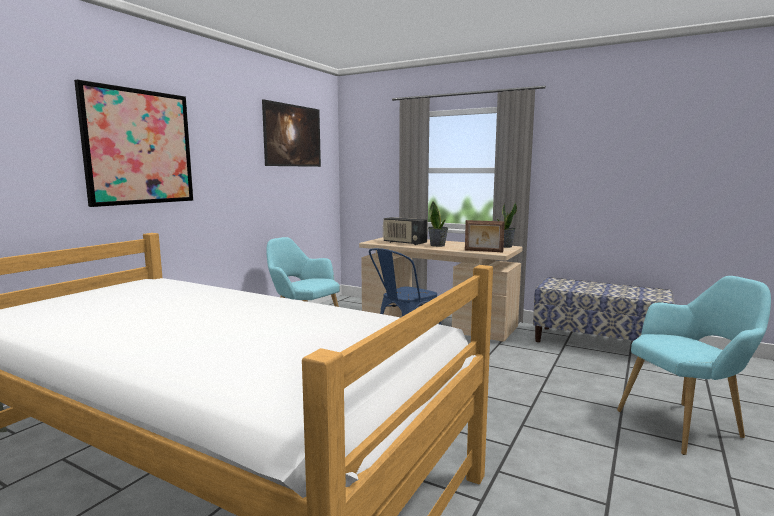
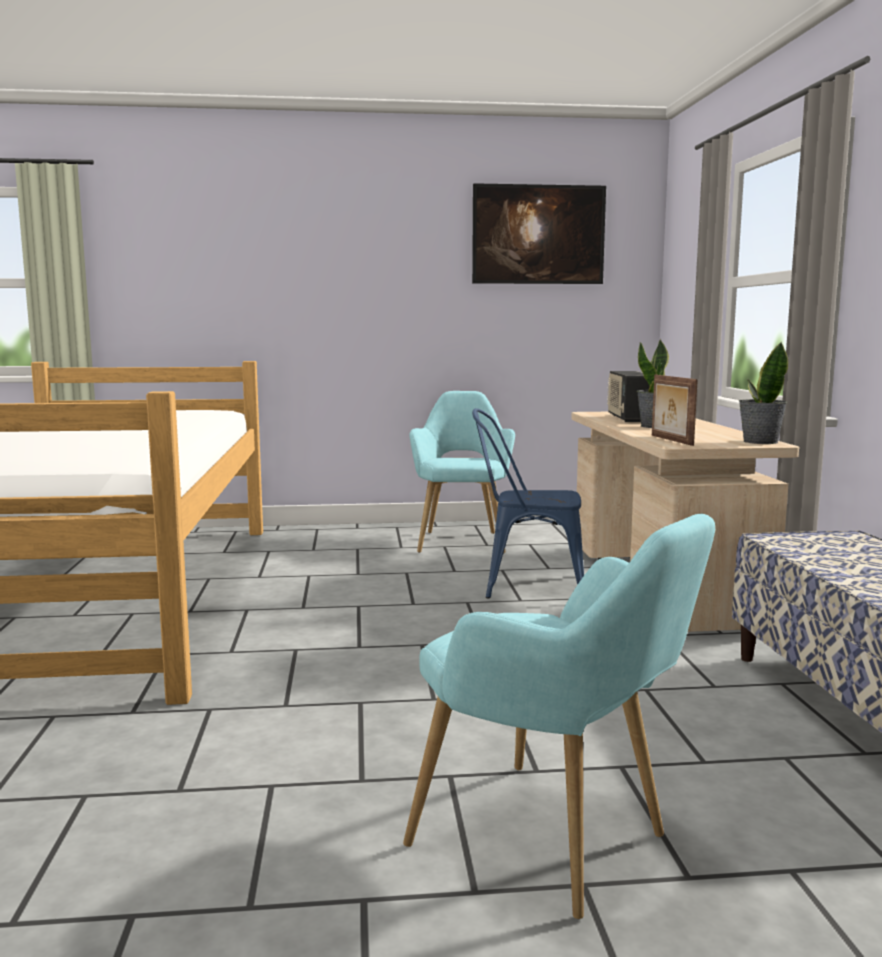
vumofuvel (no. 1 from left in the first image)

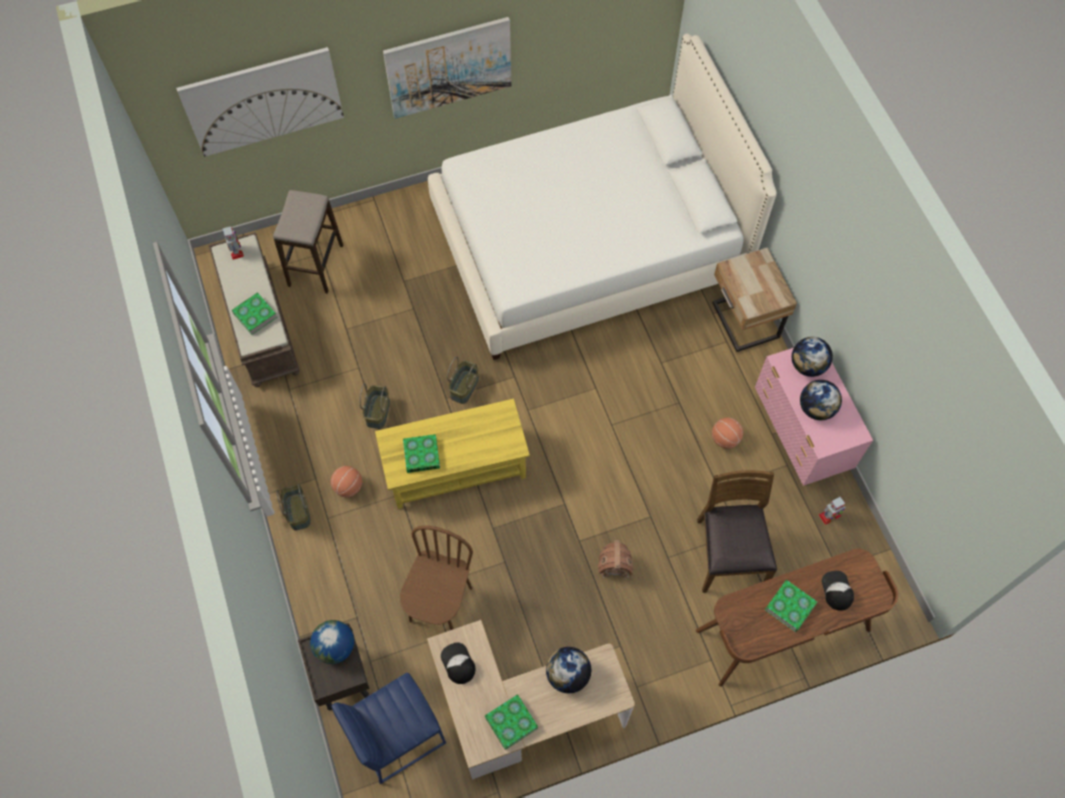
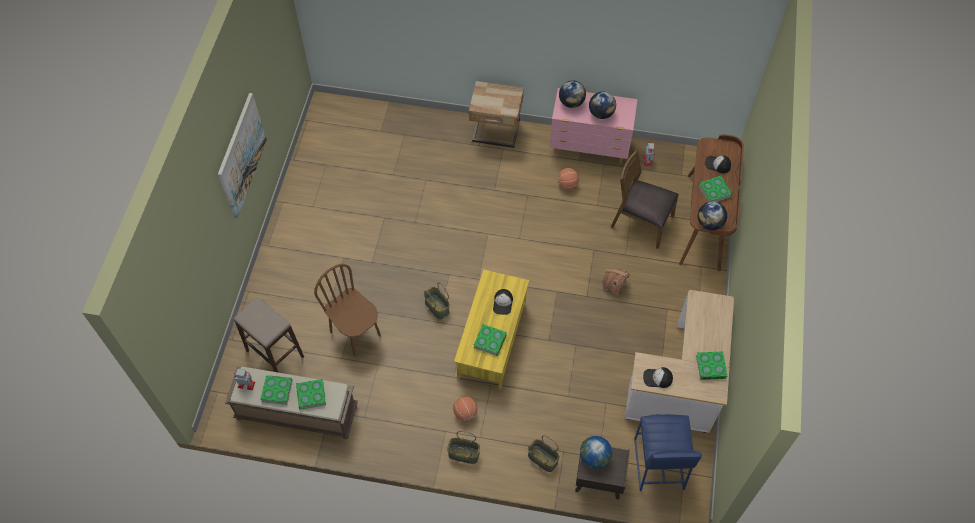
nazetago (no. 1 from left); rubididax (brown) (no. 1 from left); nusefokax (no. 1 from left); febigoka (no. 3 from left); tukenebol (no. 4 from left); vumofuvel (no. 1 from left in the first image); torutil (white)

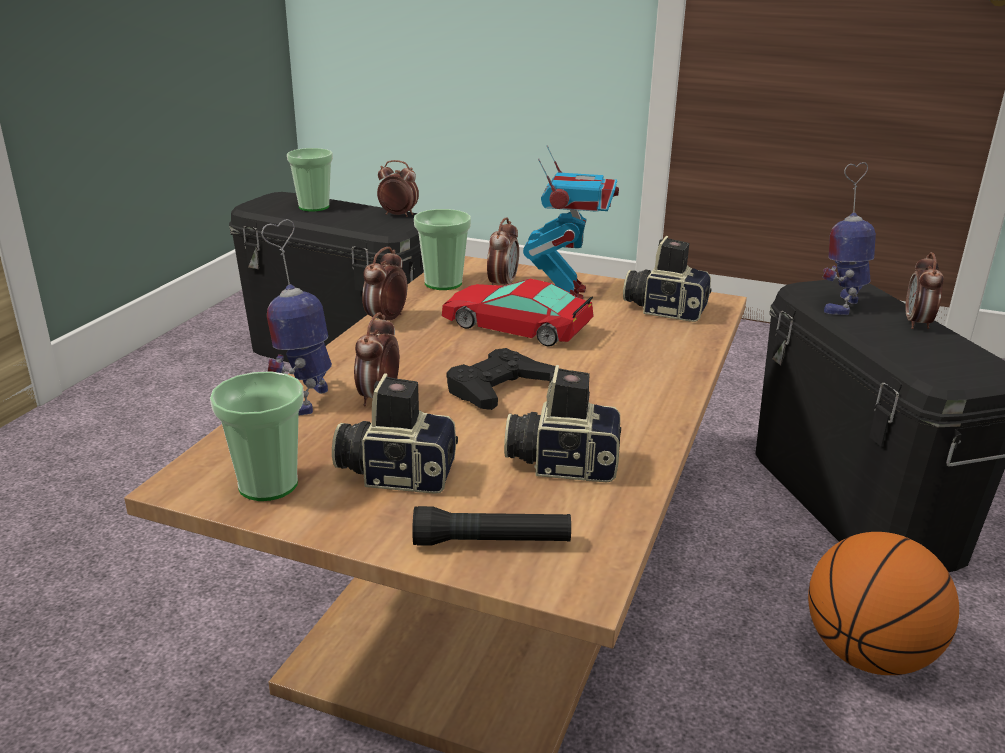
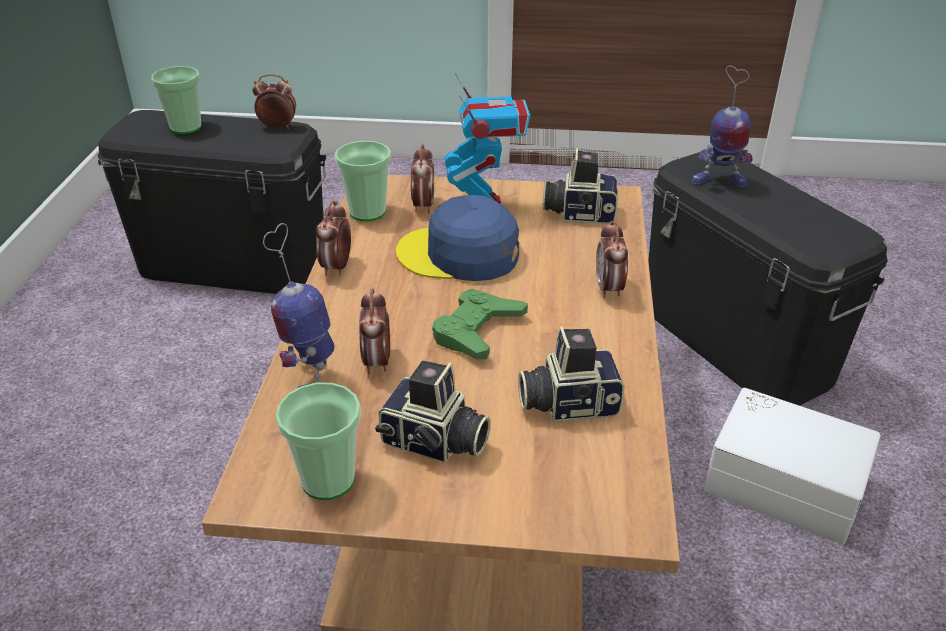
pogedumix (no. 1 from left); nusefokax (blue); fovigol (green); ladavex (no. 5 from left); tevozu (no. 3 from left); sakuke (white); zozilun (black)

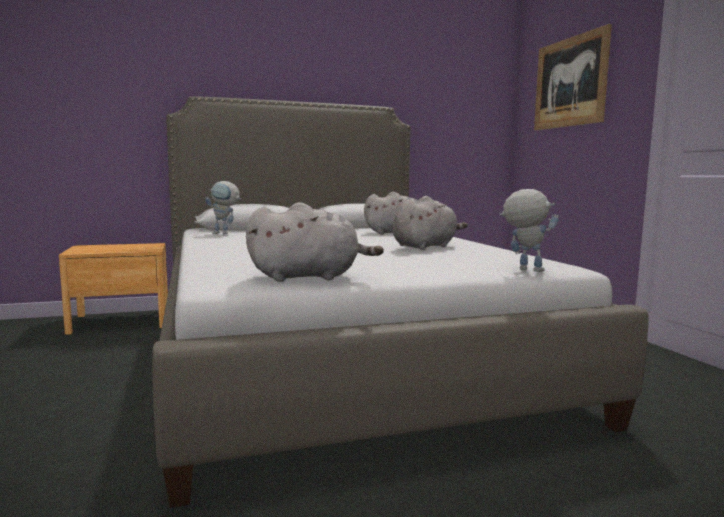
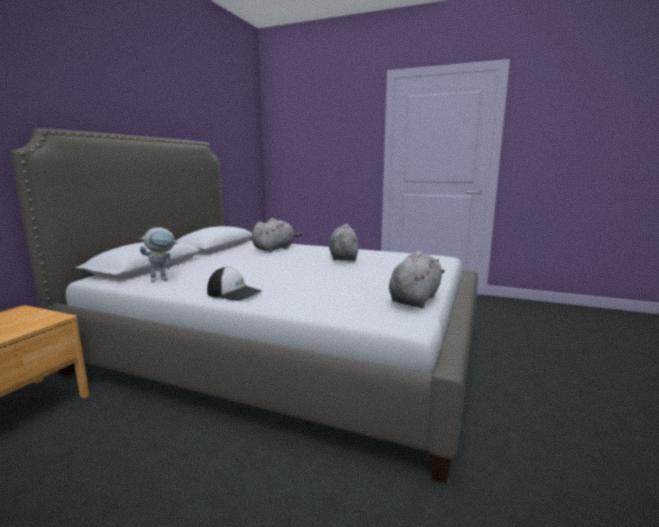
nusefokax; tevozu (no. 2 from left in the first image); vumofuvel

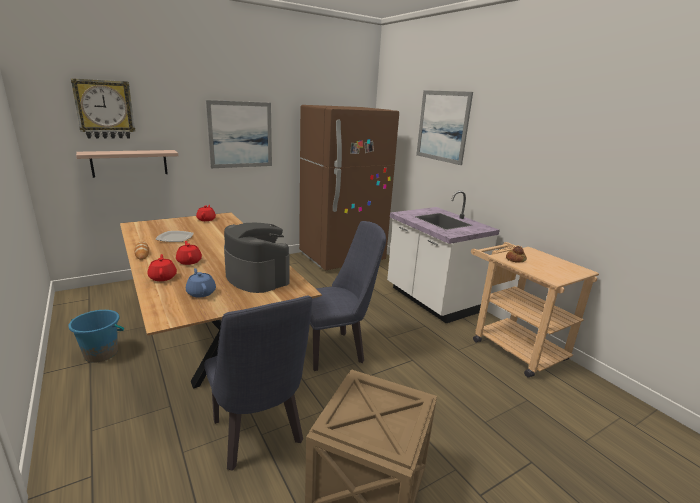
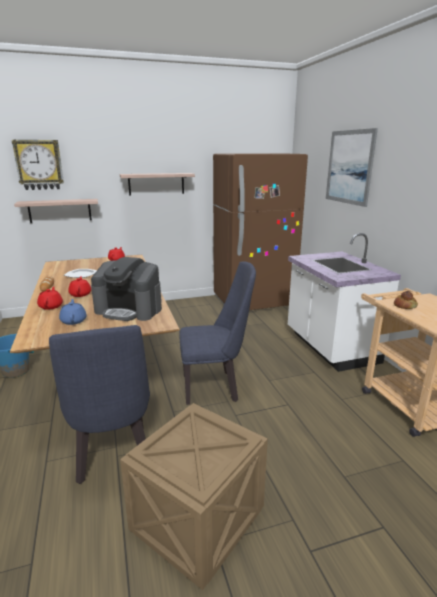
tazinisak; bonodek (no. 2 from left)

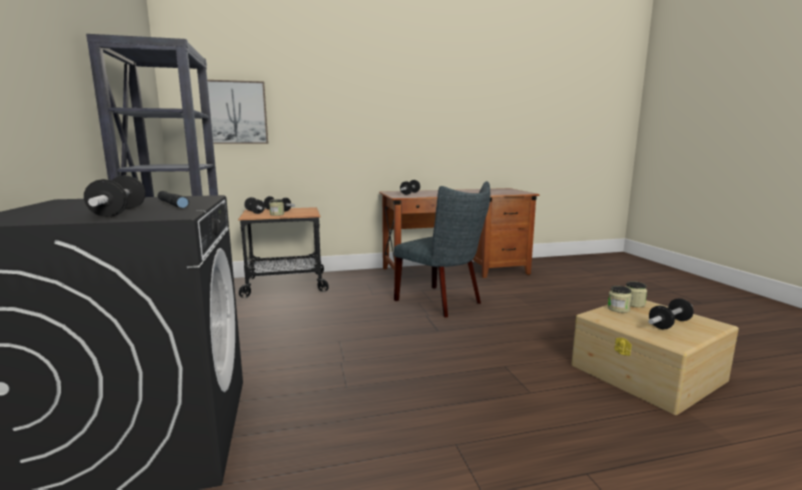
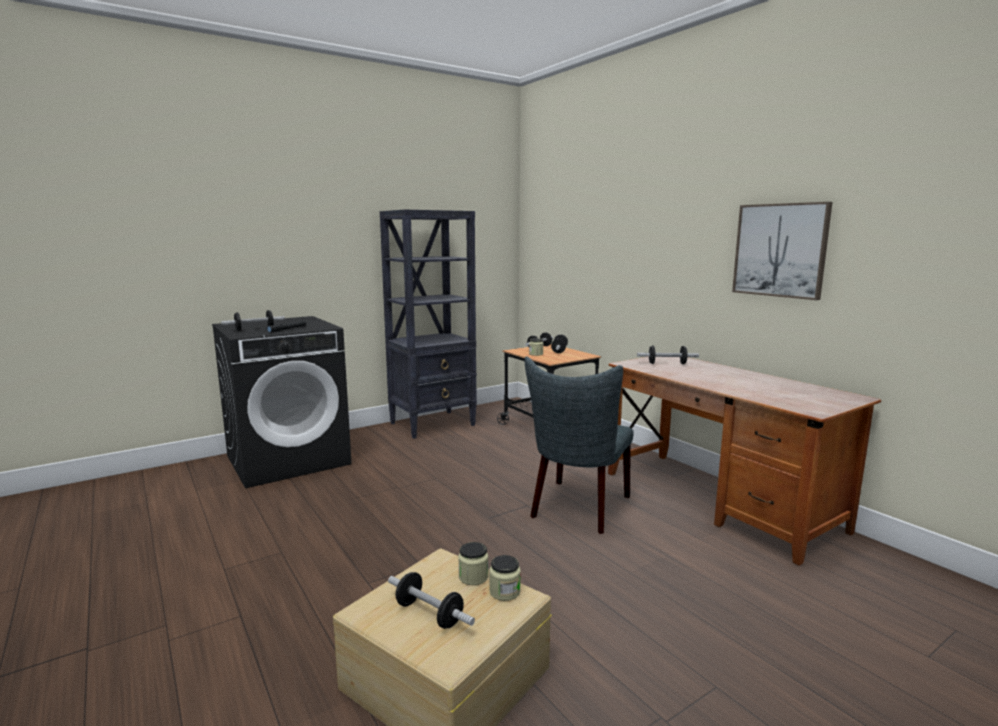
vumofuvel

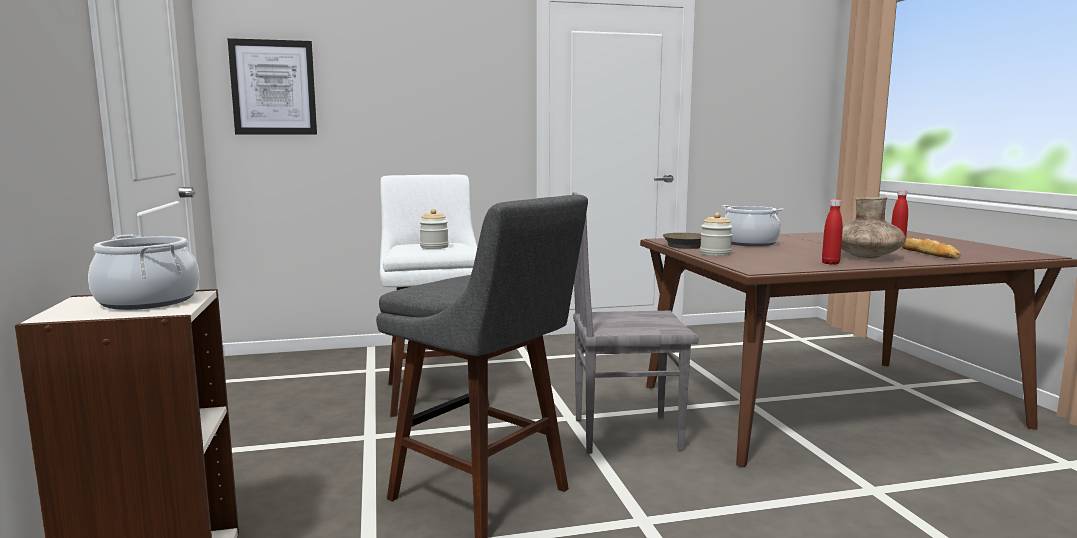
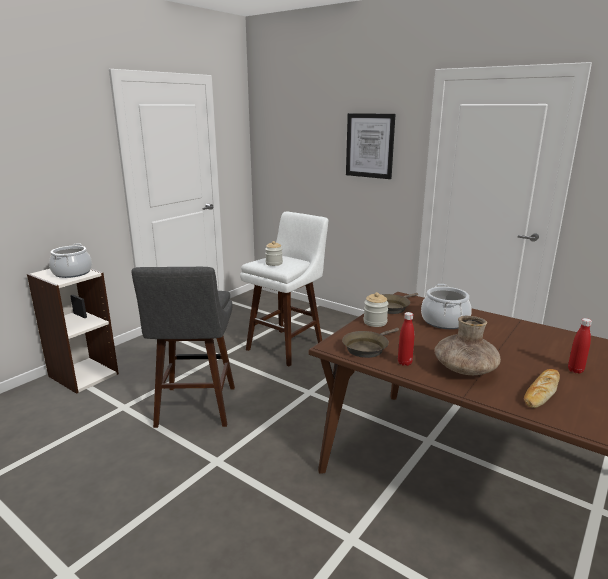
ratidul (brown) (no. 1 from left); vumofuvel; rubididax (grey)

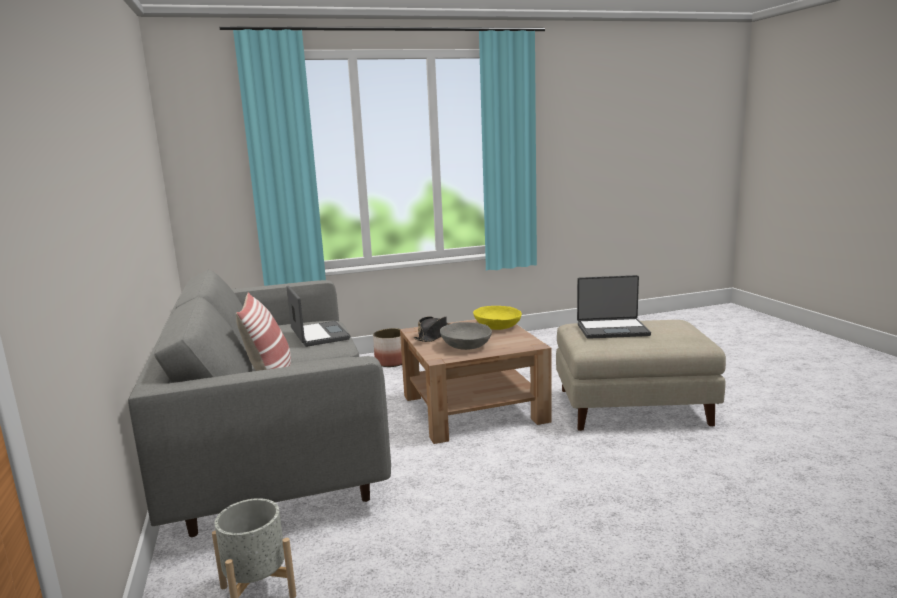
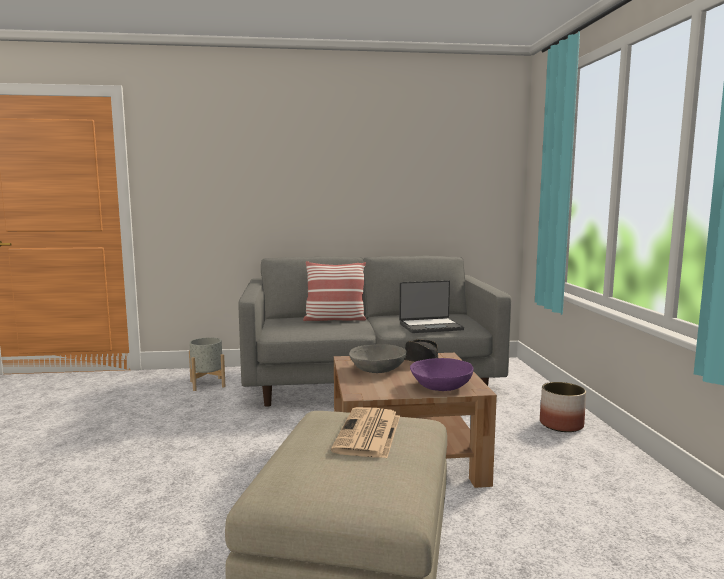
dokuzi; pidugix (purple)

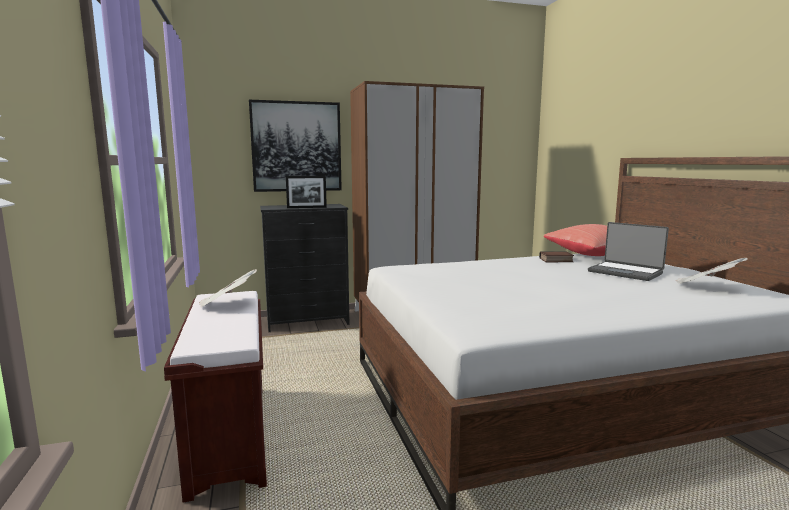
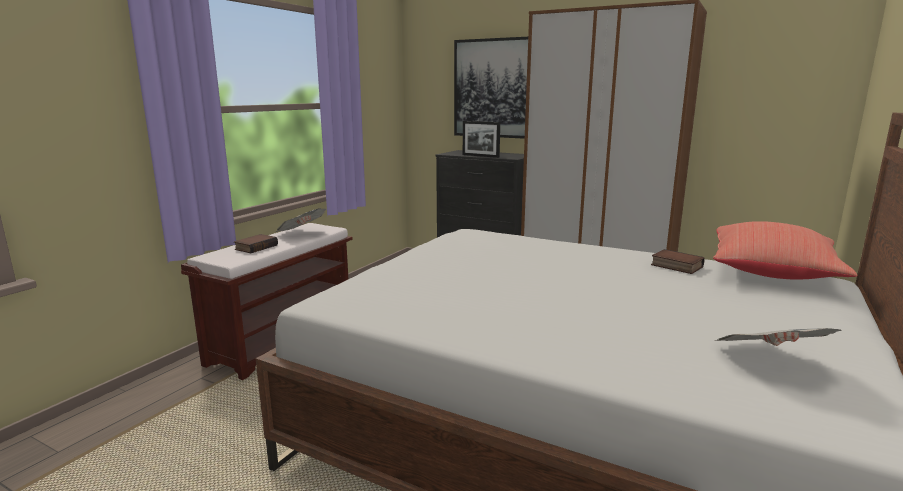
nazetago (no. 1 from left); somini

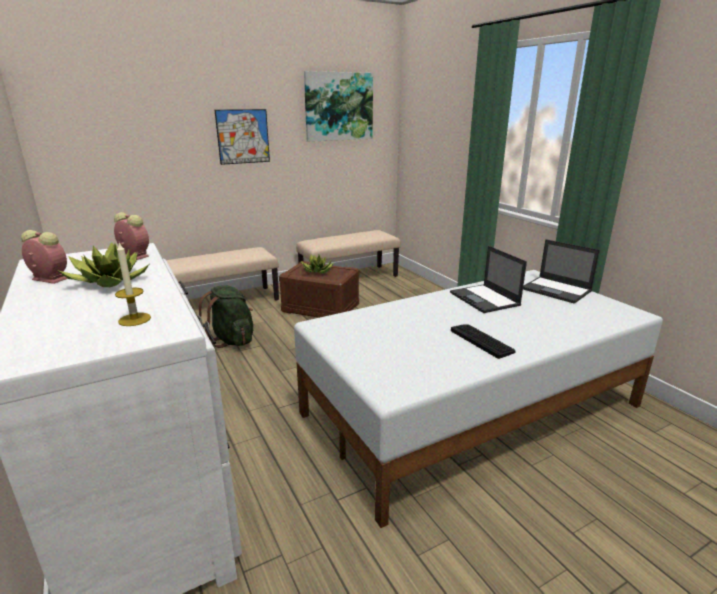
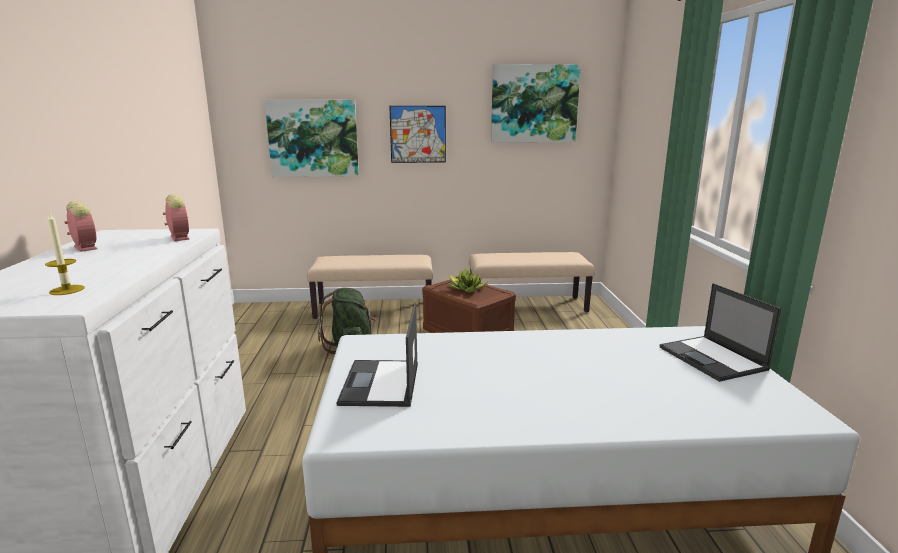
vumofuvel (no. 1 from left); somini (no. 1 from left); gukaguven (no. 1 from left in the first image); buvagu

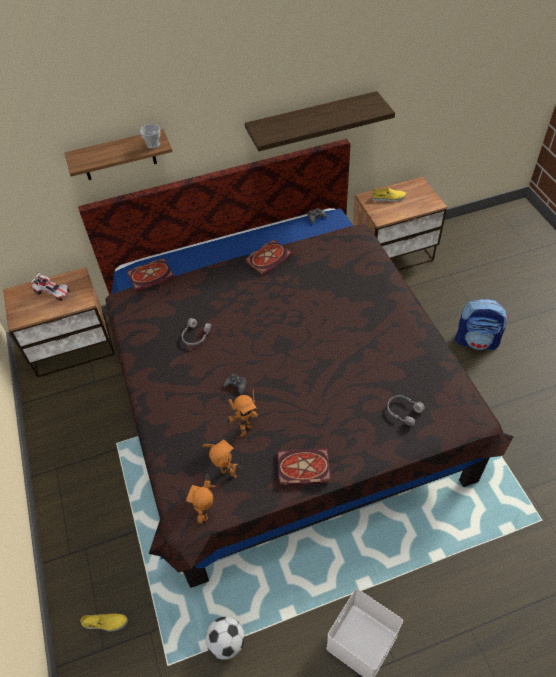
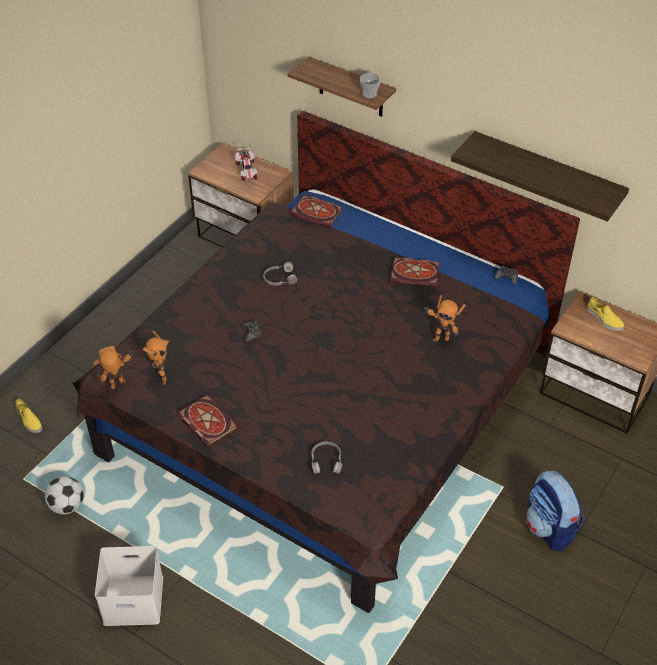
tevozu (no. 3 from left)

